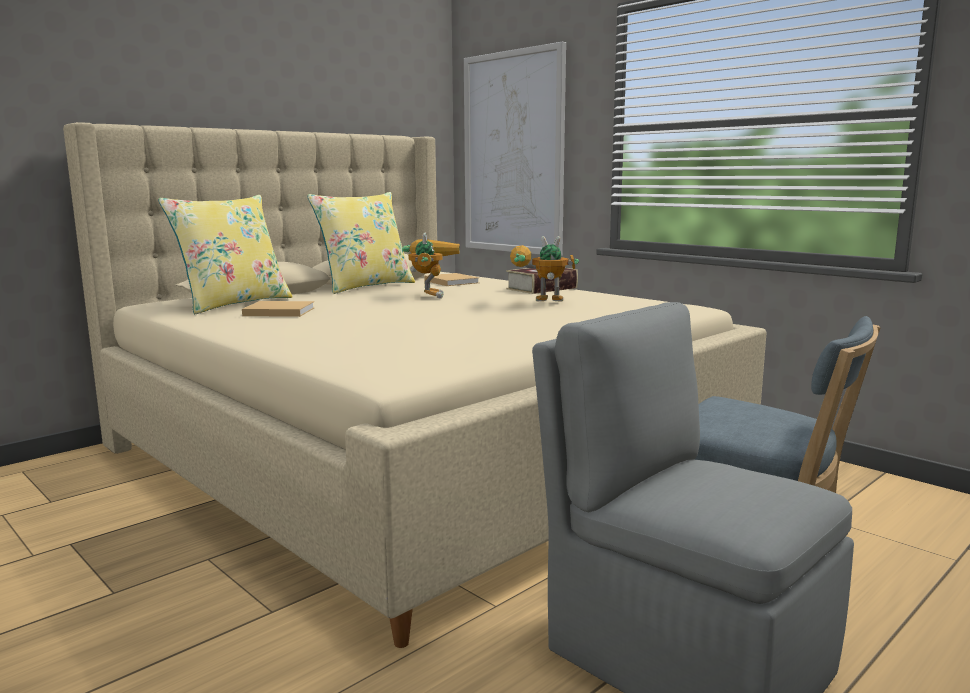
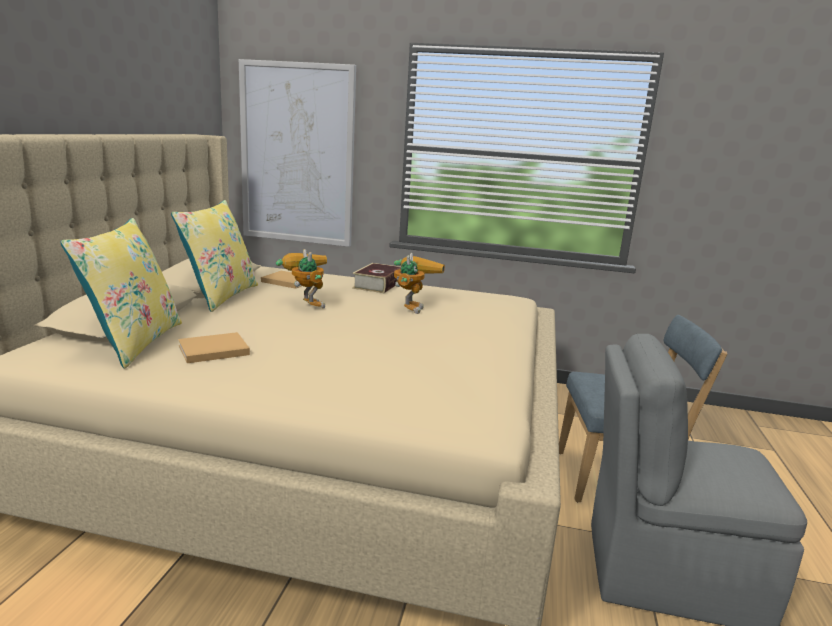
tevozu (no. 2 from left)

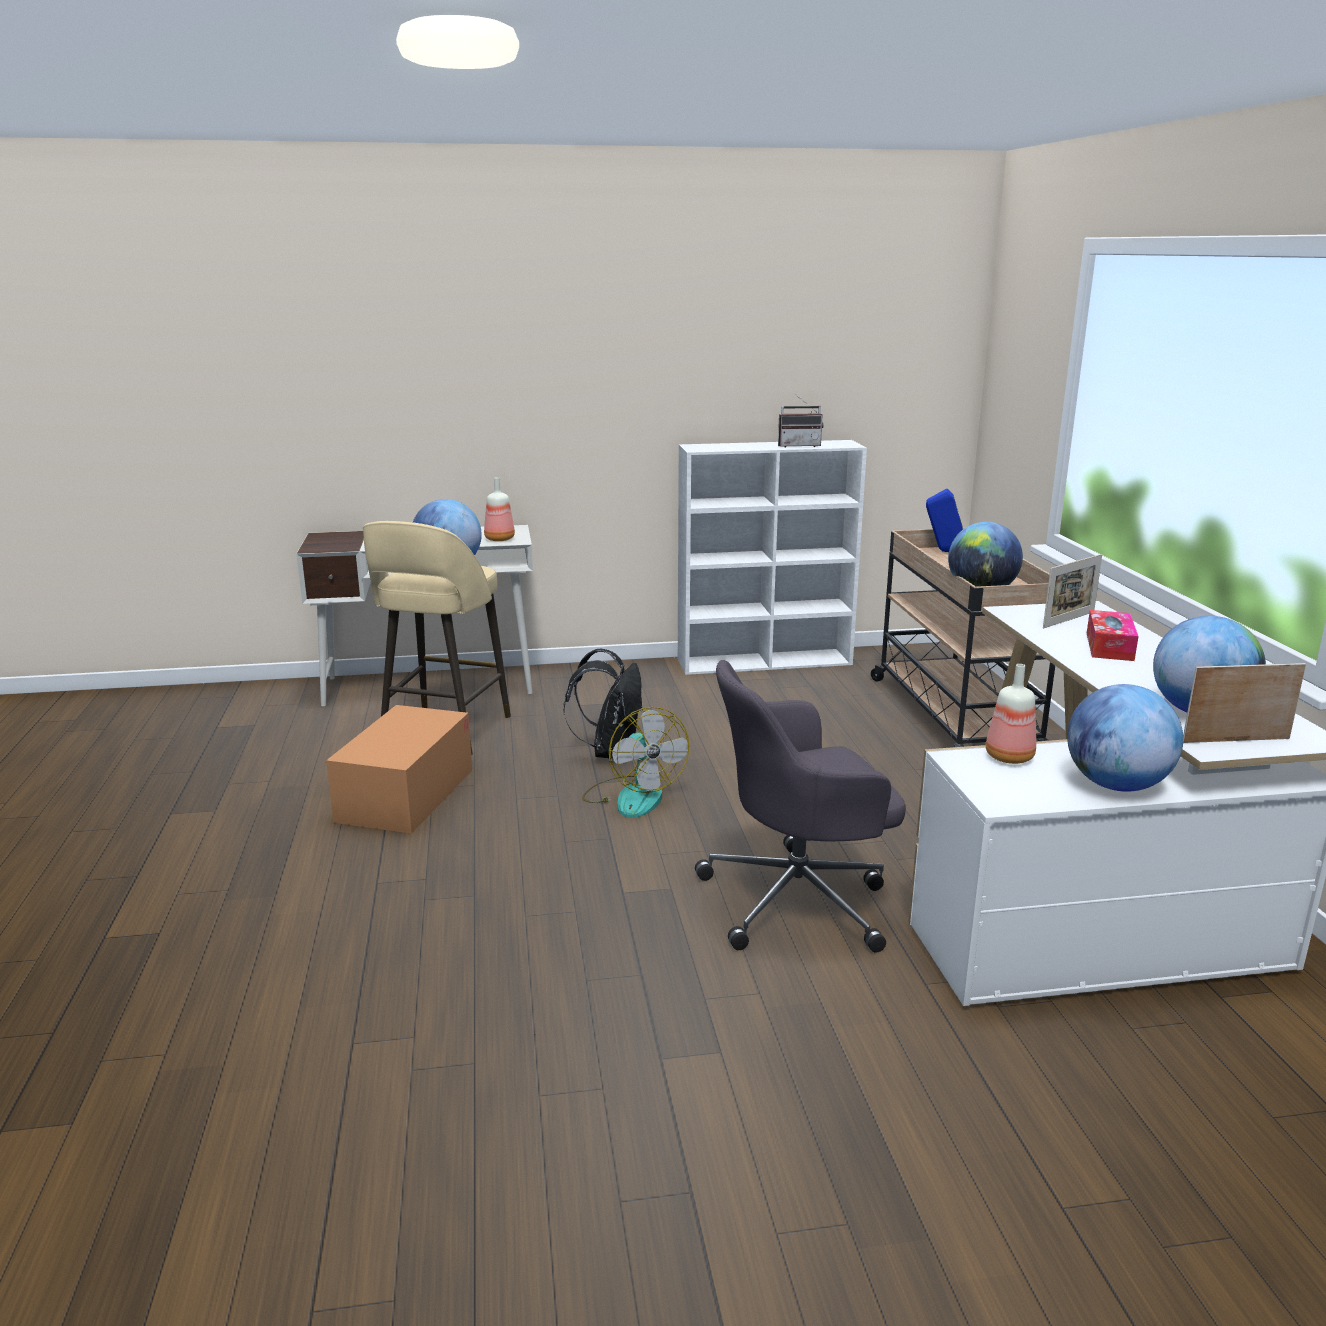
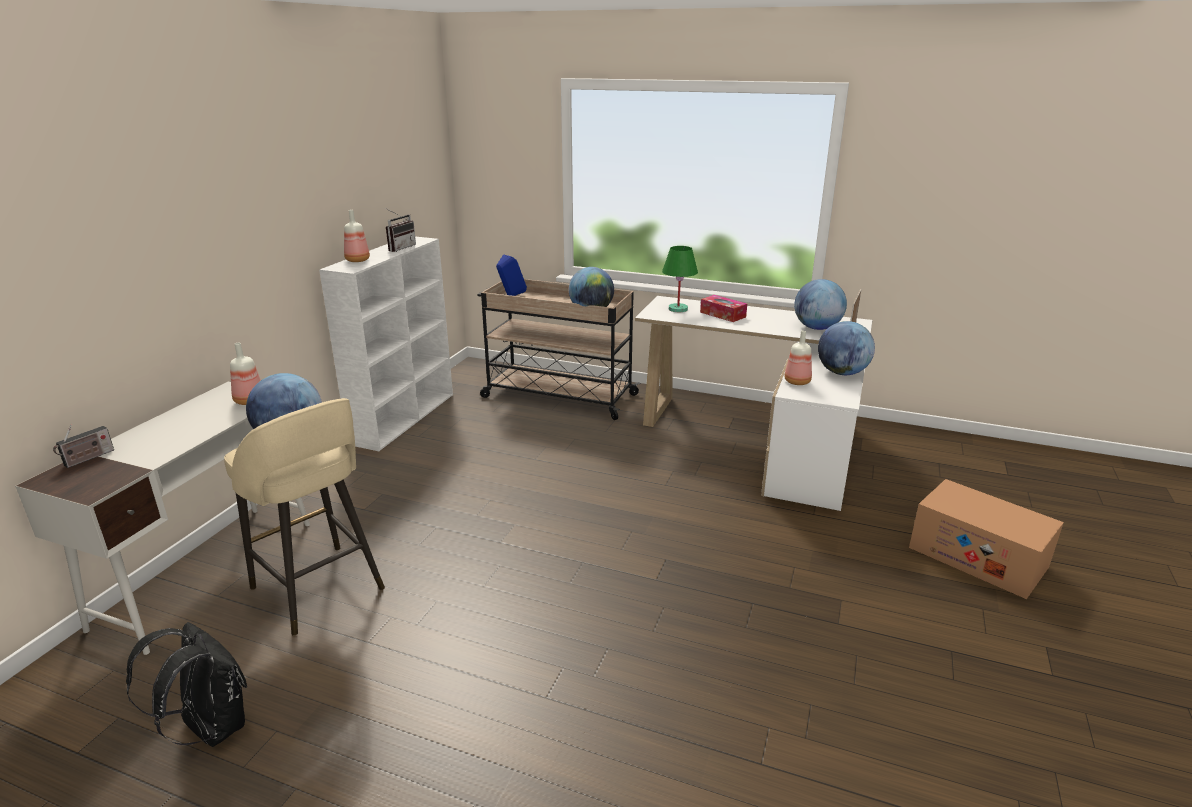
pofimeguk (no. 1 from left); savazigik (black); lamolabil (no. 2 from left); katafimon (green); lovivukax; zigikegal; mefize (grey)

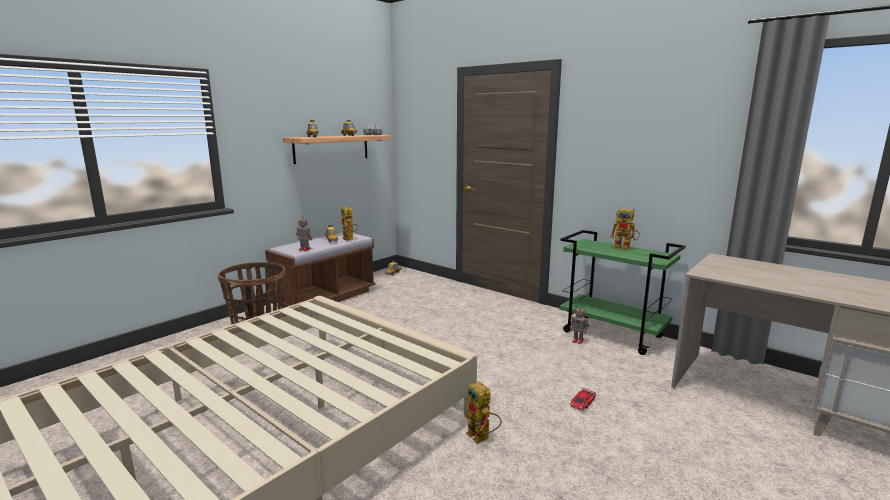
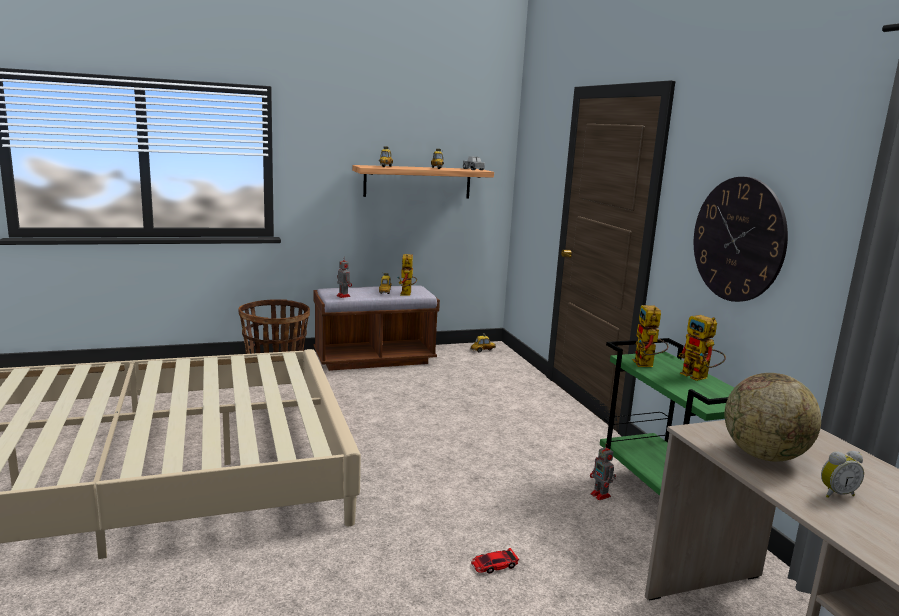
tevozu (no. 4 from left); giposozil; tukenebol; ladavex

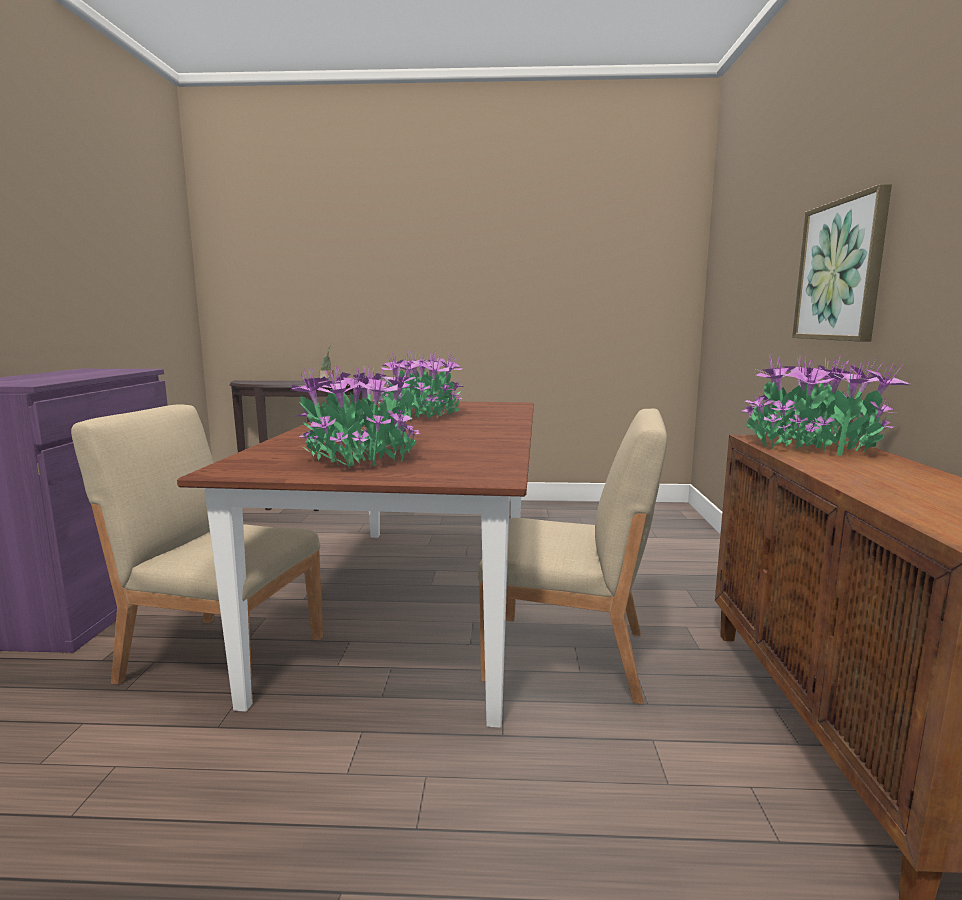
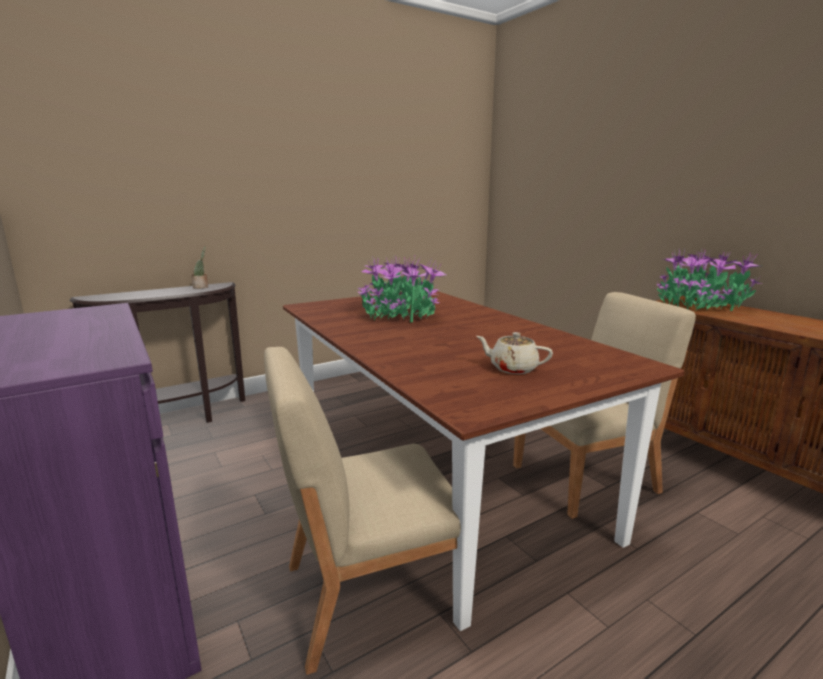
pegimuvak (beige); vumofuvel

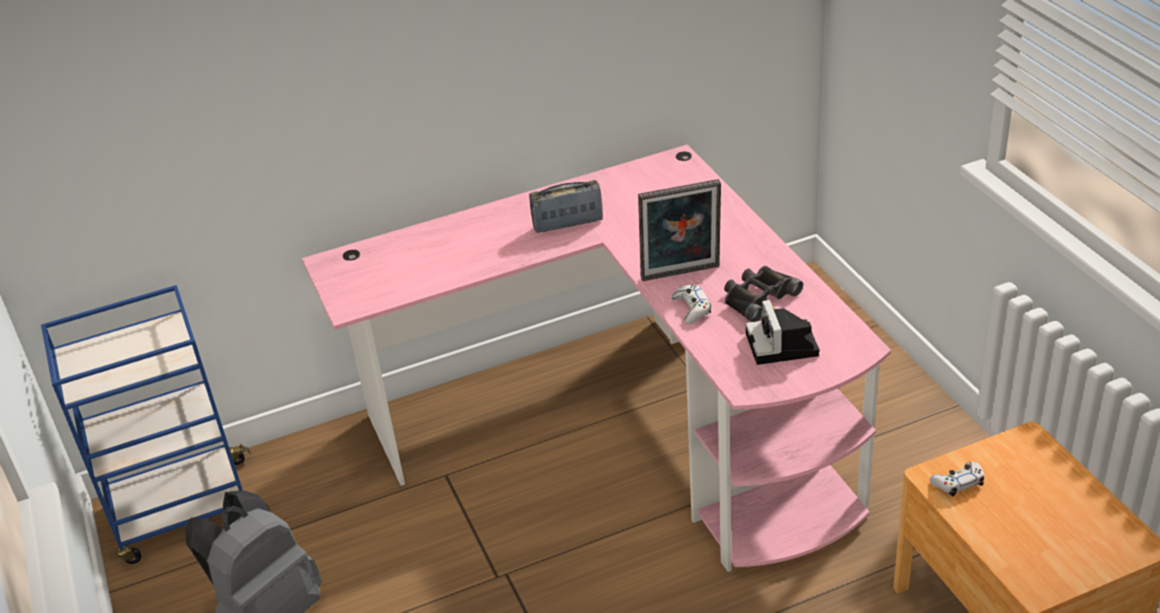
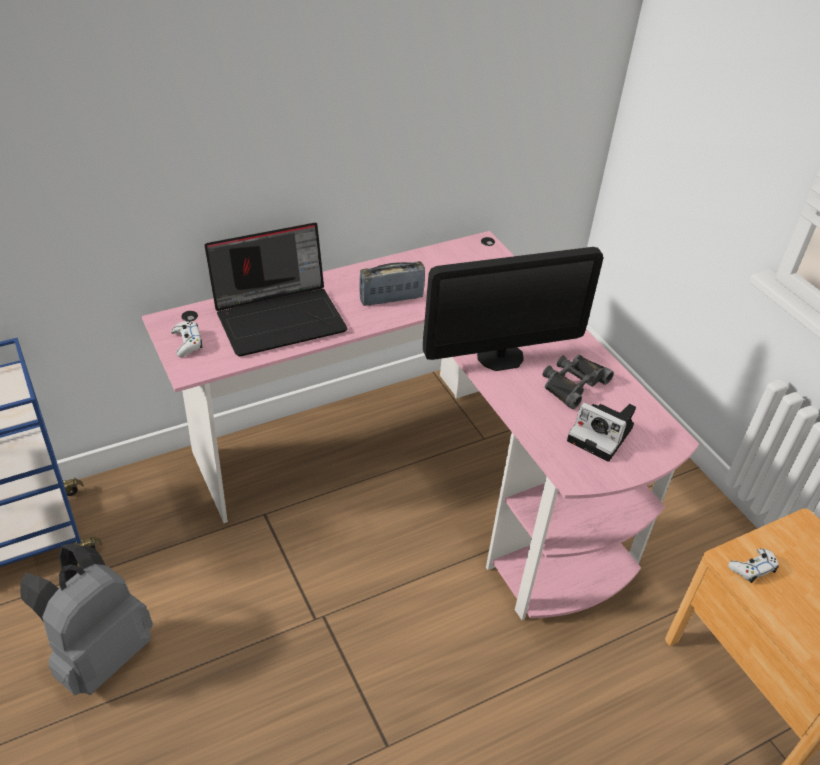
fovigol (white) (no. 1 from left); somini; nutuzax; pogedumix

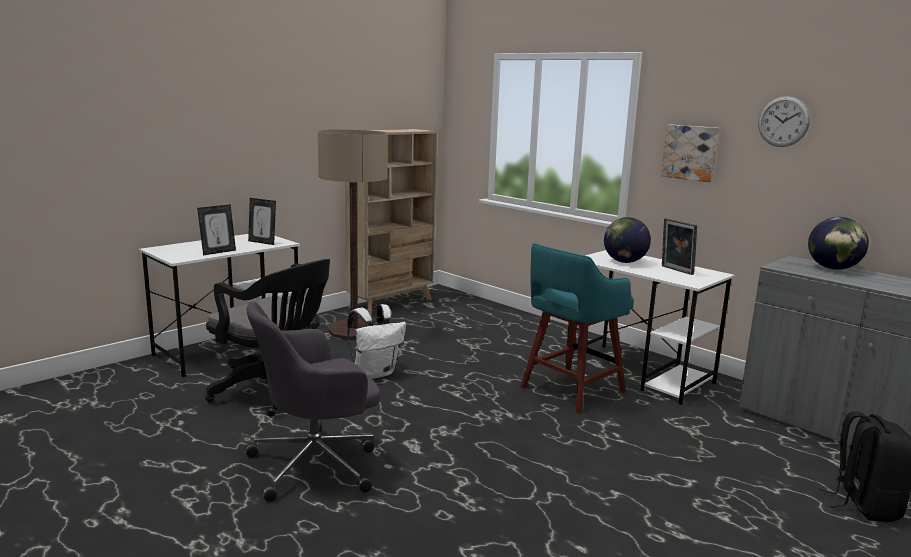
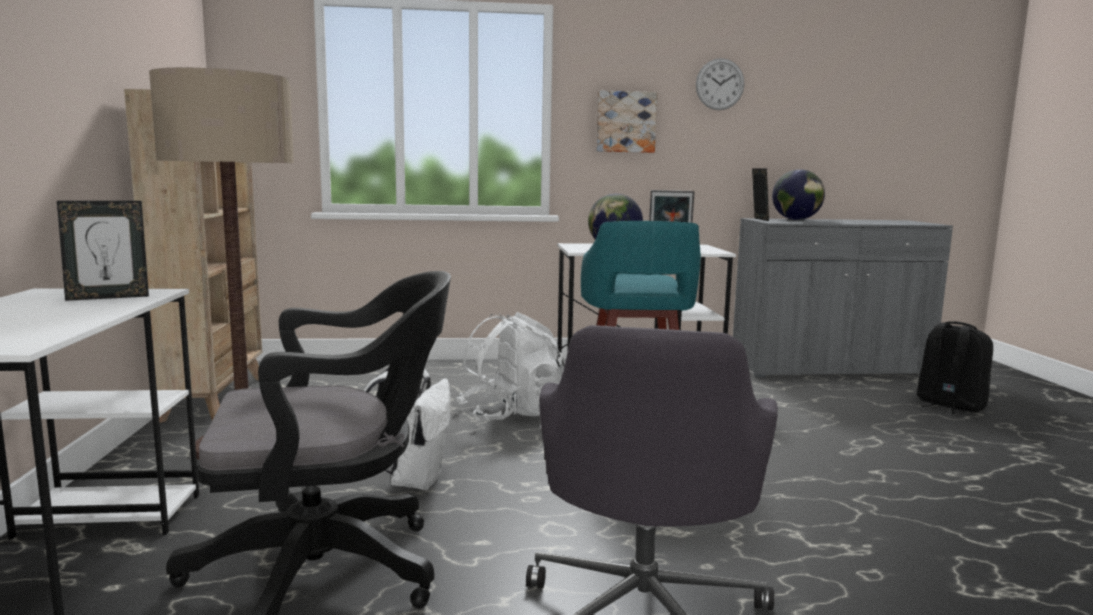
savazigik (white) (no. 2 from left); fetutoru (no. 3 from left)

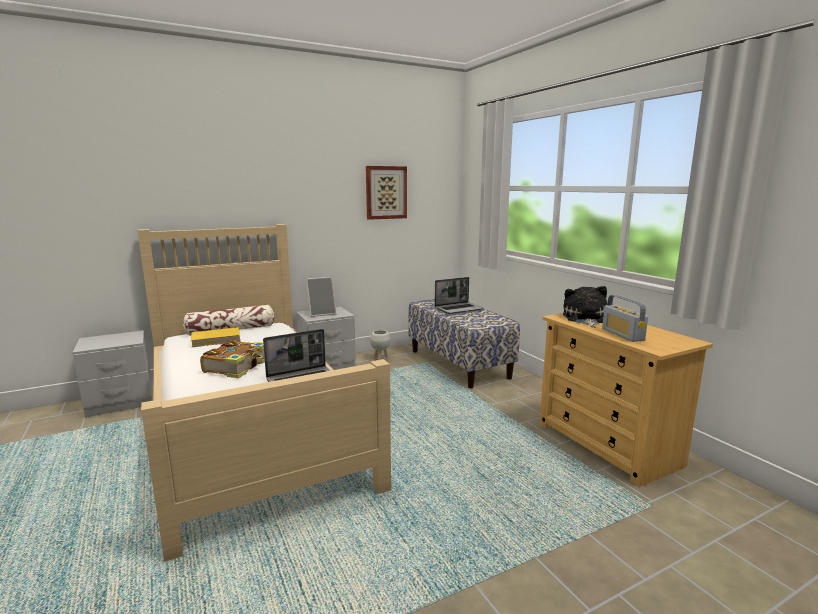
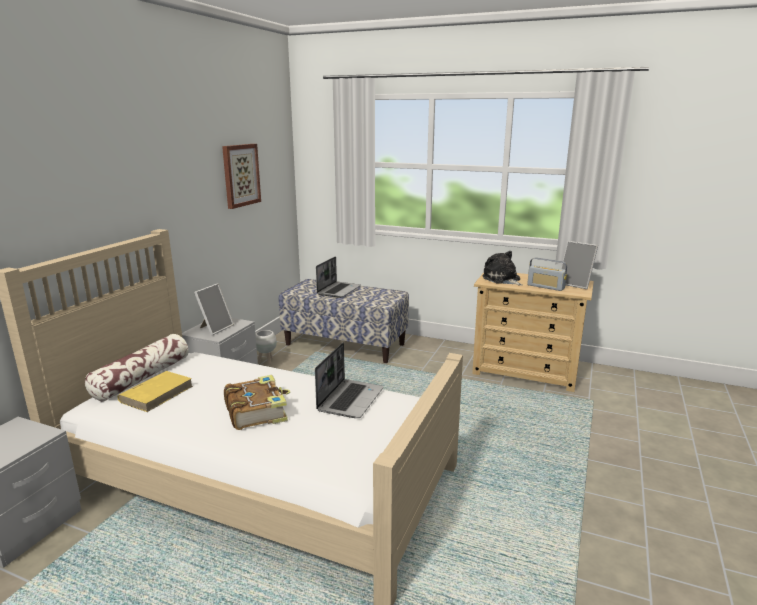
fetutoru (no. 2 from left)

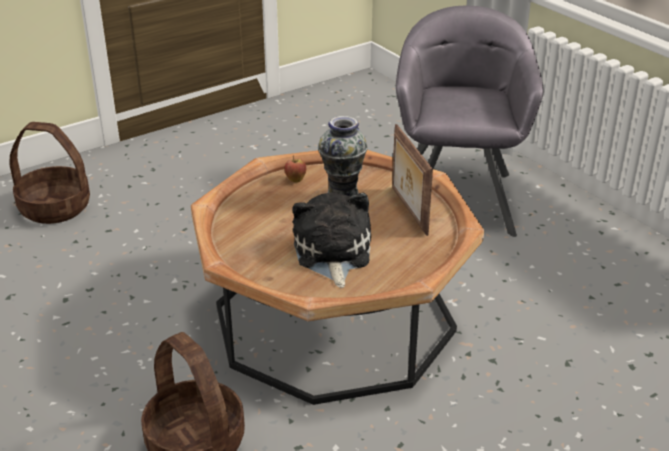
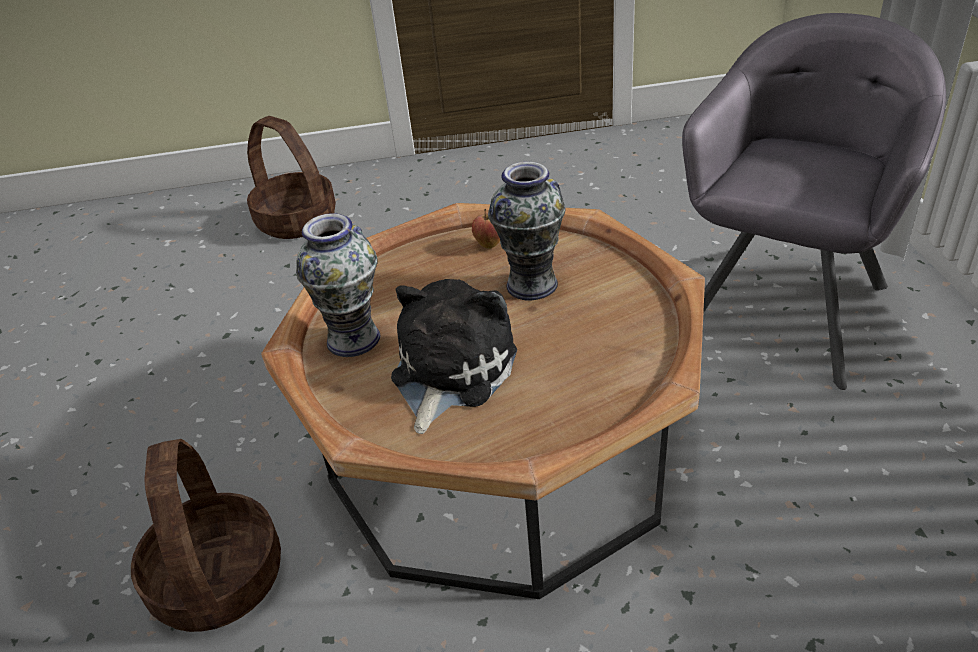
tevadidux (no. 1 from left); fetutoru

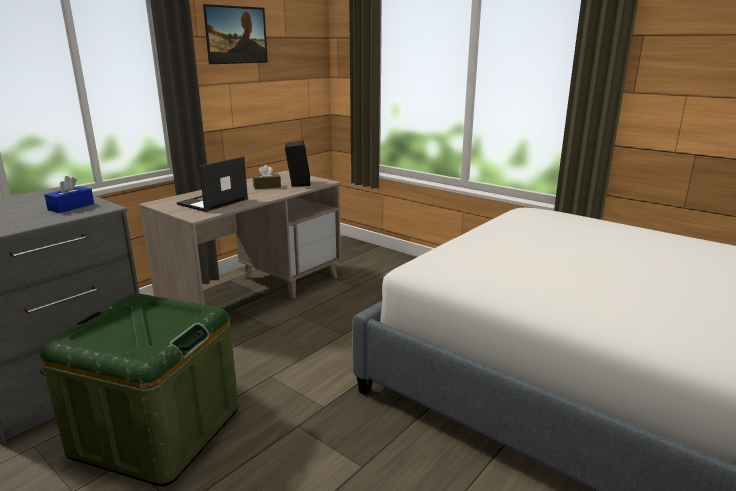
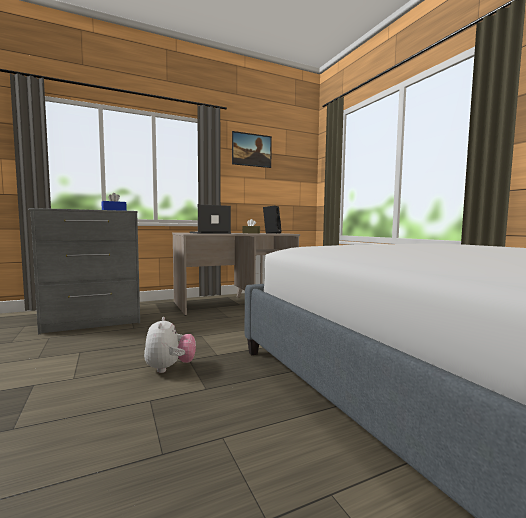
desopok; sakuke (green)

